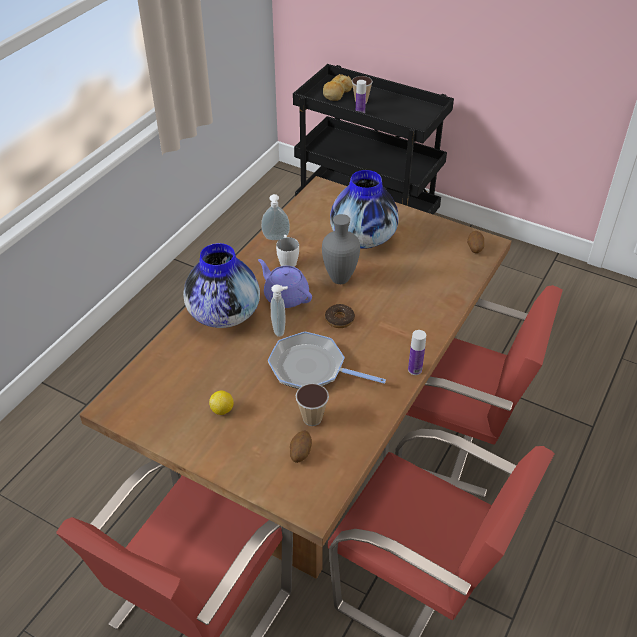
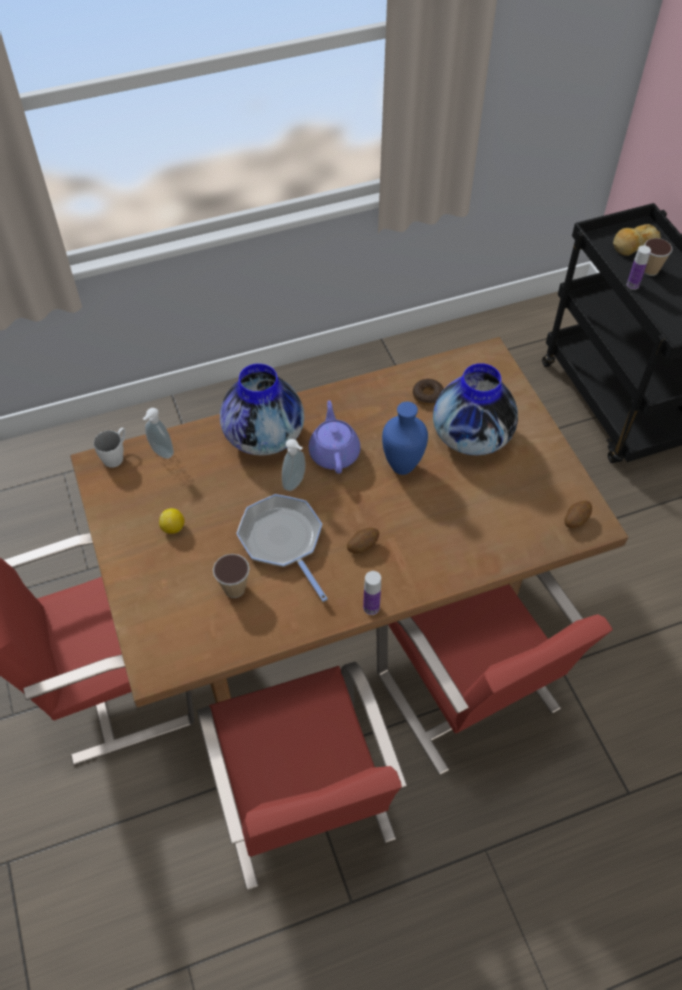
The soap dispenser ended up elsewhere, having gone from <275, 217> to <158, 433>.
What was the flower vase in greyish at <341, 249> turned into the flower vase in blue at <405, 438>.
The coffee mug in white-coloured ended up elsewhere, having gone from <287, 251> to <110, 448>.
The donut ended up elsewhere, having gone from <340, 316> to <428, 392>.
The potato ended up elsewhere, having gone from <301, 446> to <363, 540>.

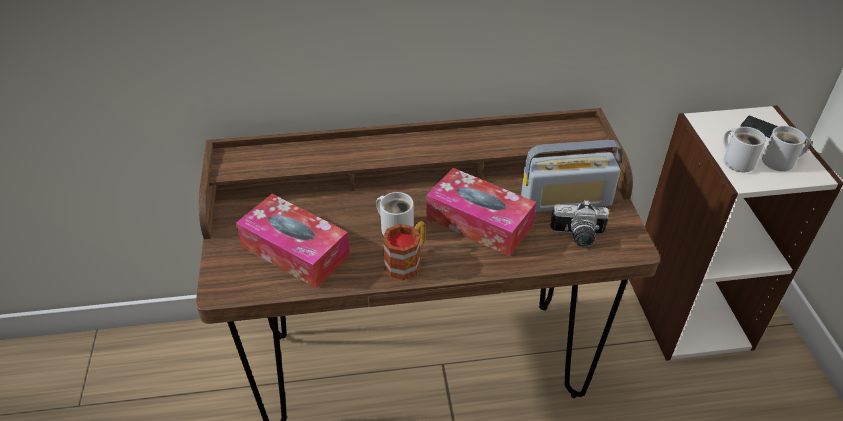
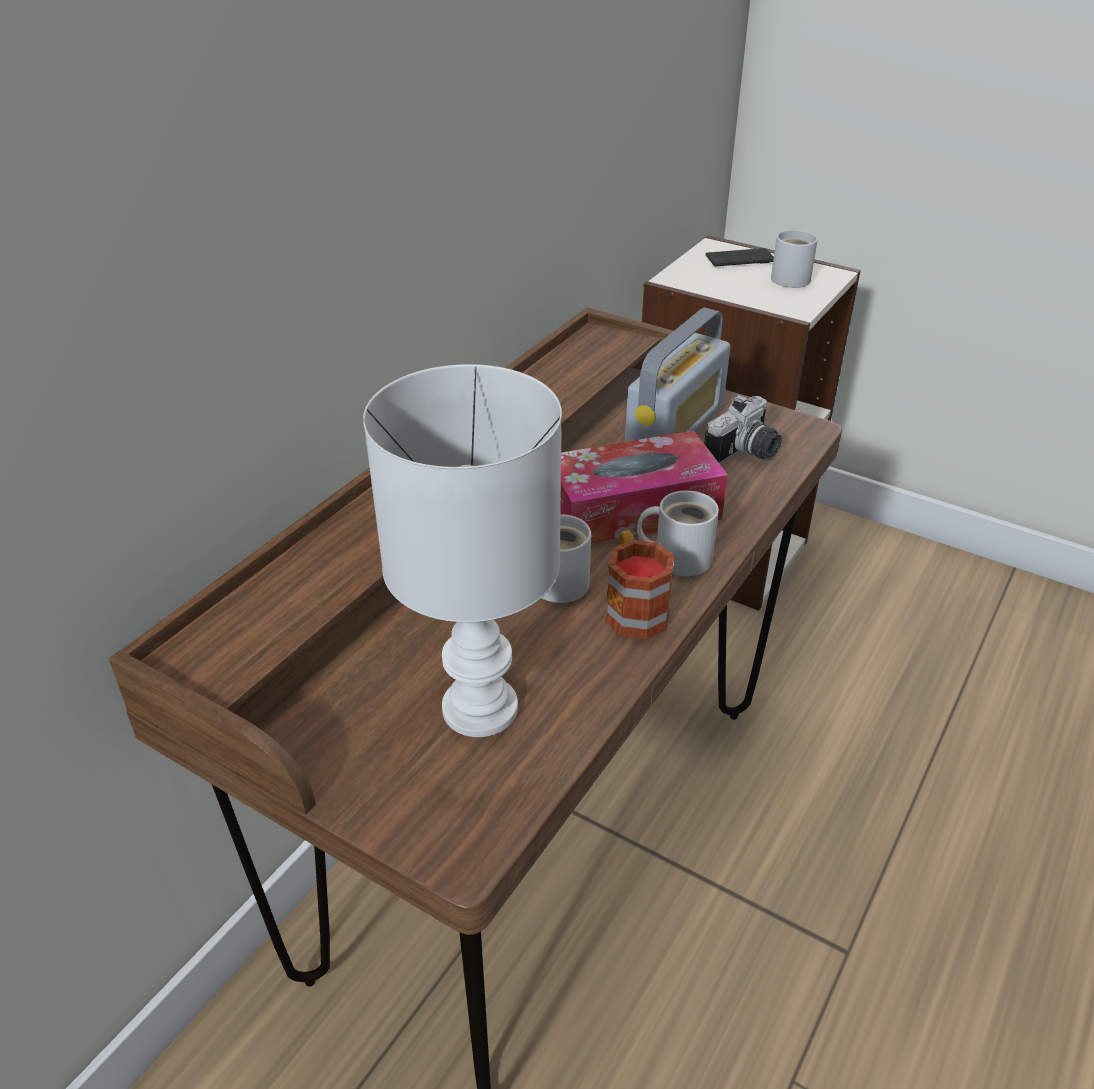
The coffee mug in white-coloured ended up elsewhere, having gone from <744, 149> to <678, 533>.
Where the box of tissues stood at <293, 241>, the lamp for a table in white-coloured came to stand at <462, 550>.

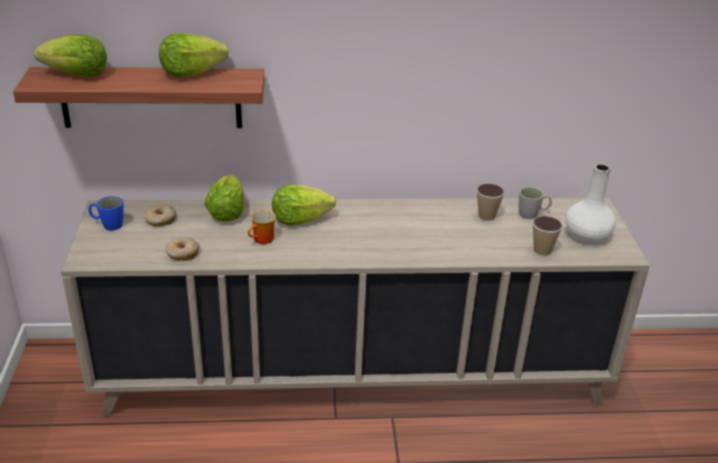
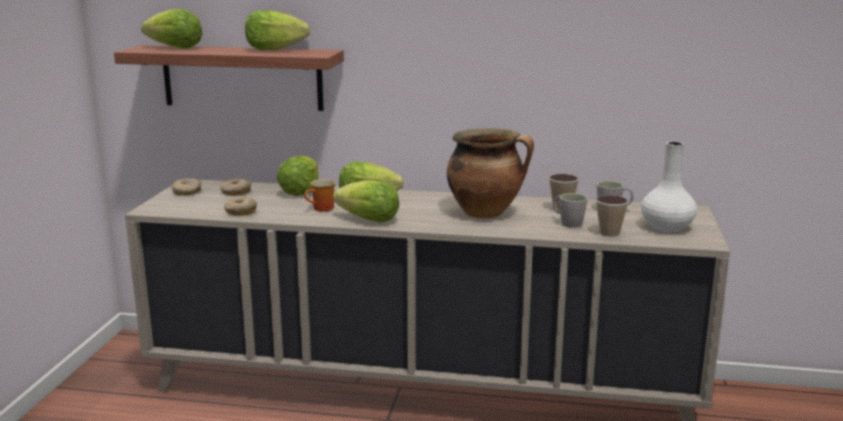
Where the coffee mug in blue stood at <106, 213>, the donut came to stand at <186, 186>.
The second view gained the saucepot at <490, 173>.
The second view gained the lettuce head at <366, 201>.
The second view gained the coffee mug in greyish at <570, 210>.

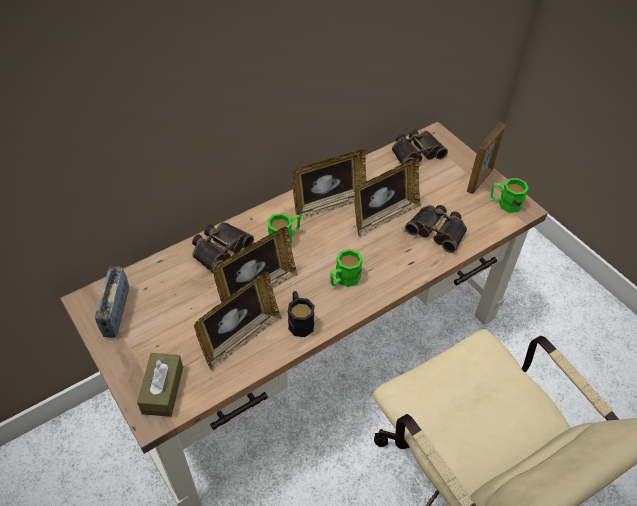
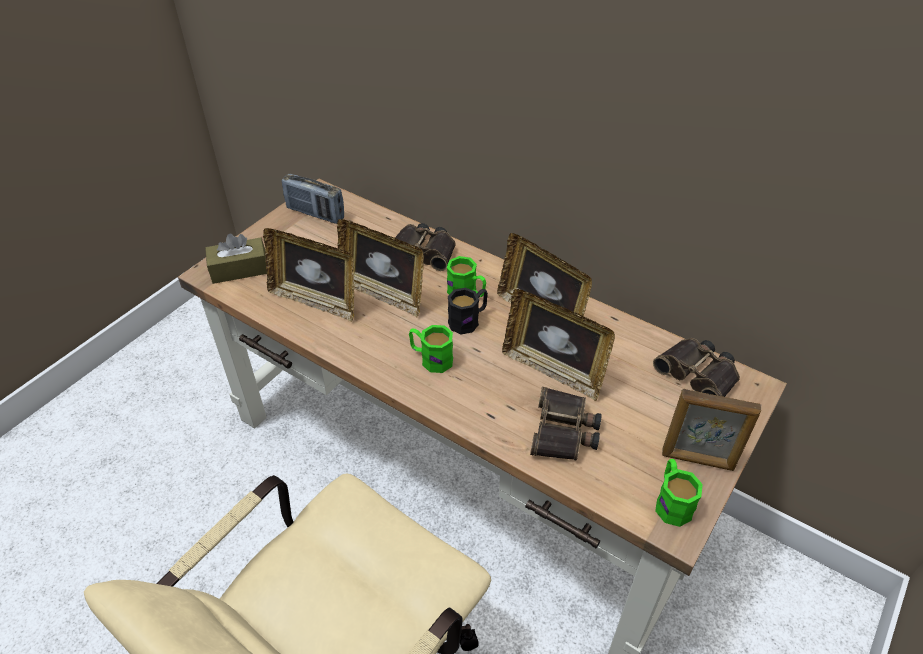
The radio at <112, 302> ended up facing another way, 135 degrees counterclockwise from before.
The coffee mug in black ended up elsewhere, having gone from <301, 314> to <468, 311>.

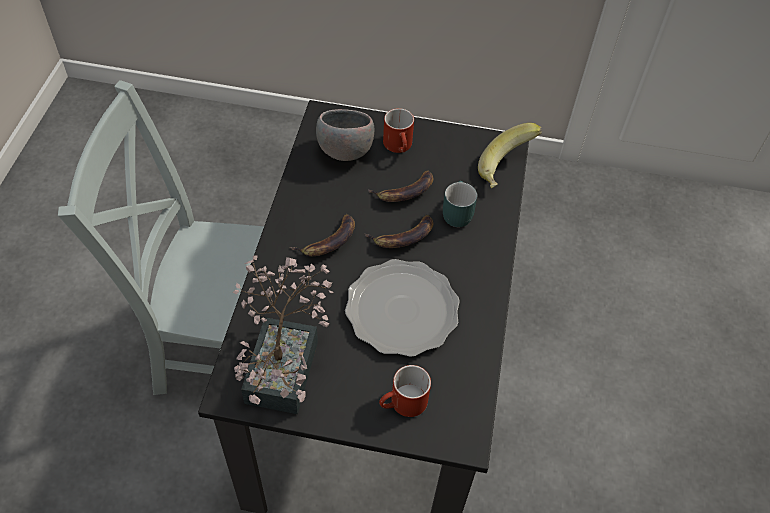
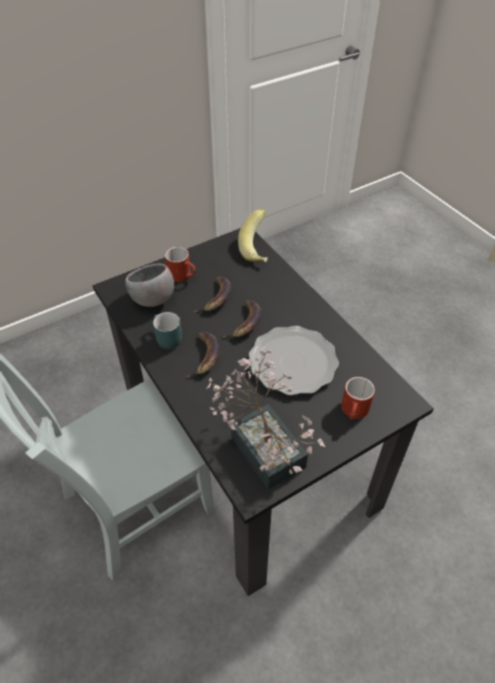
The coffee mug in blue-green ended up elsewhere, having gone from <460, 204> to <167, 330>.

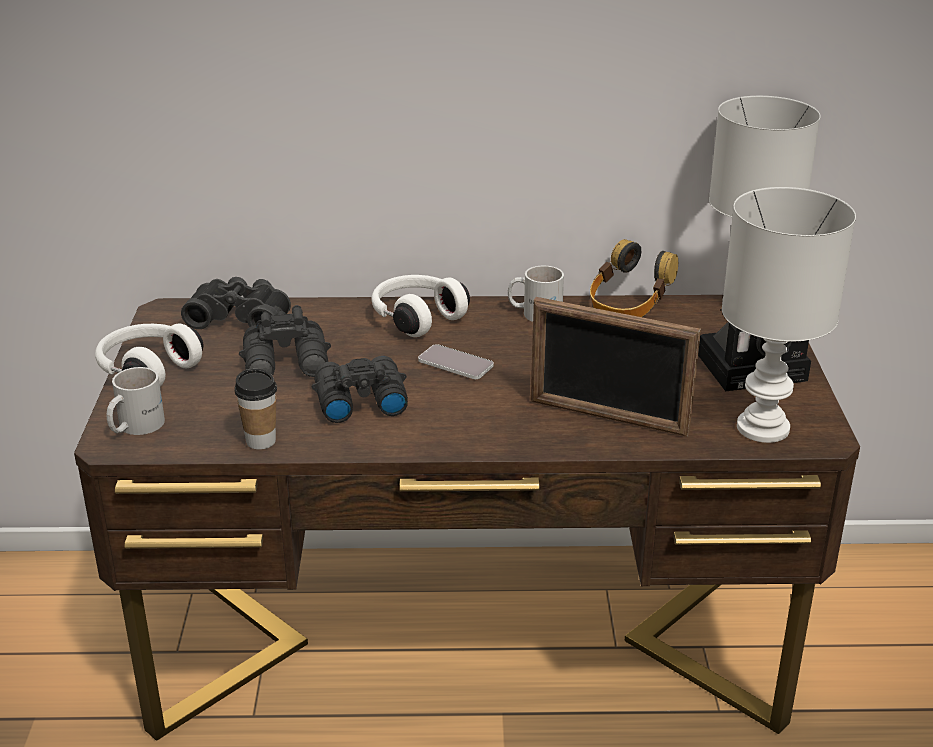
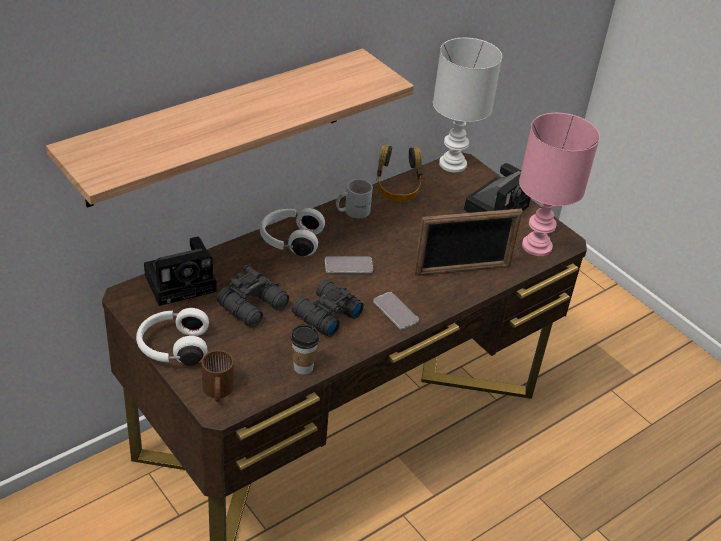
What was the lamp for a table in white-coloured at <789, 315> turned into the lamp for a table in pink-coloured at <559, 184>.
Where the binoculars in black stood at <236, 303>, the photo camera came to stand at <180, 271>.
What was the coffee mug in white-coloured at <135, 401> turned into the coffee mug in brownish at <217, 376>.
The second view gained the shelf at <230, 128>.
The second view gained the phone at <396, 311>.

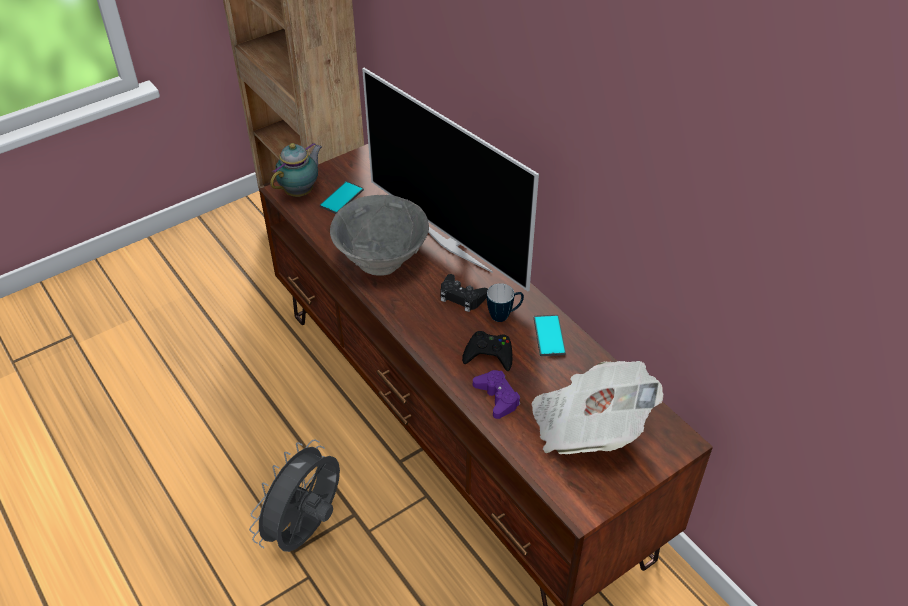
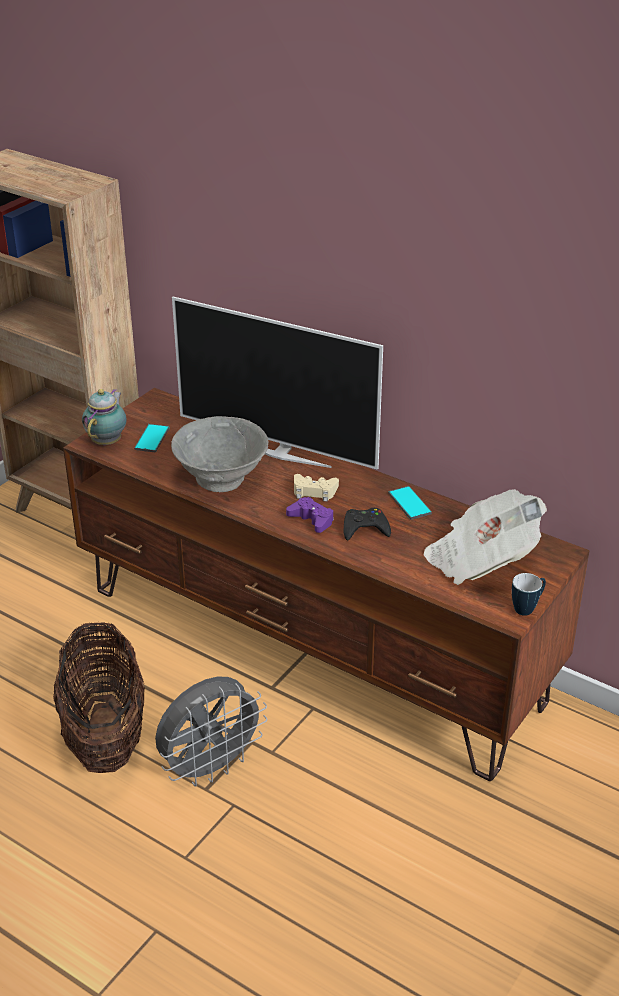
What was the game controller in black at <464, 293> turned into the game controller in beige-coloured at <316, 488>.
The coffee mug ended up elsewhere, having gone from <505, 302> to <529, 594>.
The game controller in purplish ended up elsewhere, having gone from <496, 394> to <310, 515>.
The fan in greyish at <294, 495> ended up facing another way, 135 degrees counterclockwise from before.
The second view gained the storage basket at <99, 697>.

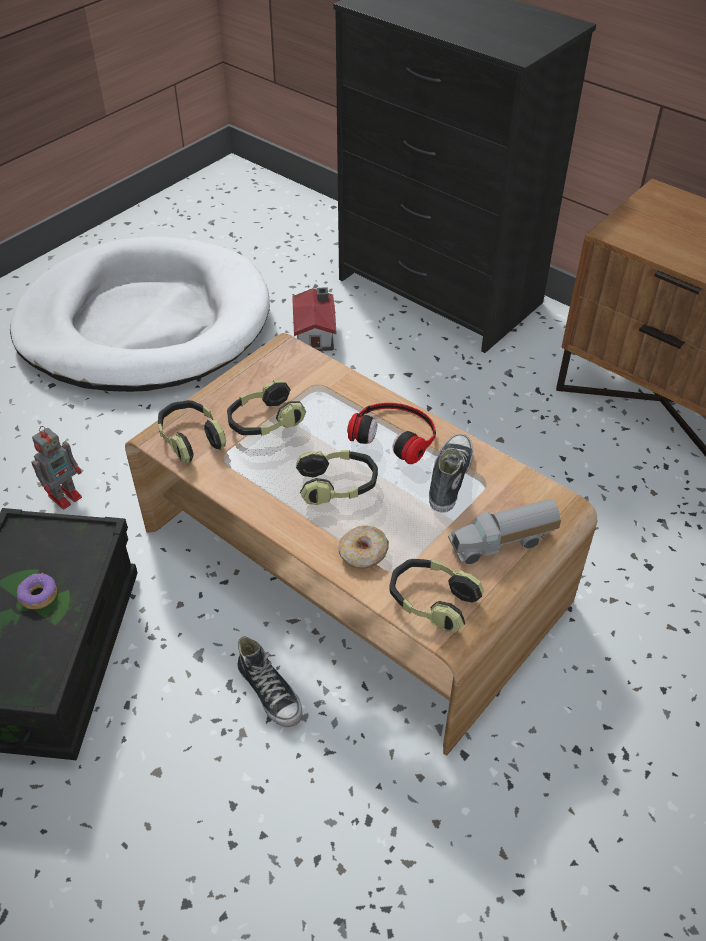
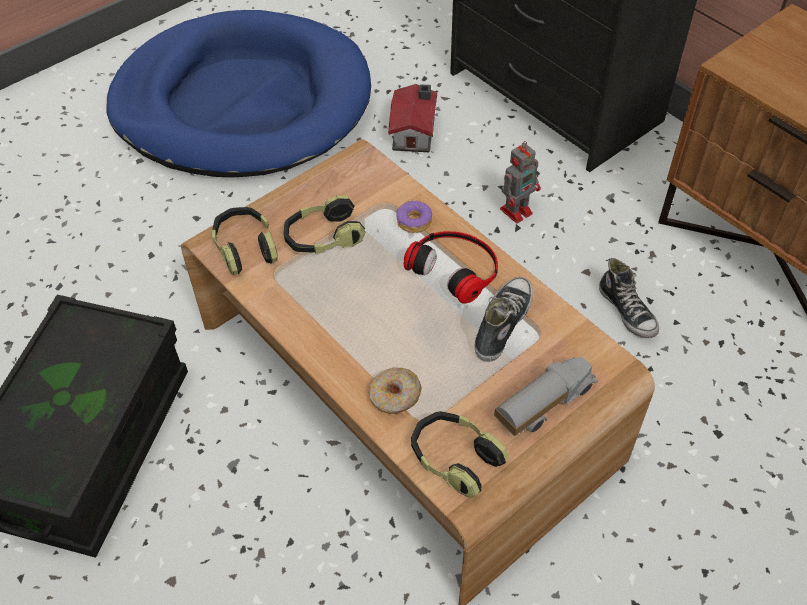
What was the dog bed in white-coloured at <140, 314> turned into the dog bed in blue at <239, 94>.
The toy robot ended up elsewhere, having gone from <57, 467> to <520, 182>.
The second view lost the pair of headphones at <337, 477>.
The model truck at <504, 531> ended up facing another way, 150 degrees clockwise from before.
The donut ended up elsewhere, having gone from <37, 591> to <414, 216>.
The item of footwear ended up elsewhere, having gone from <269, 681> to <629, 298>.

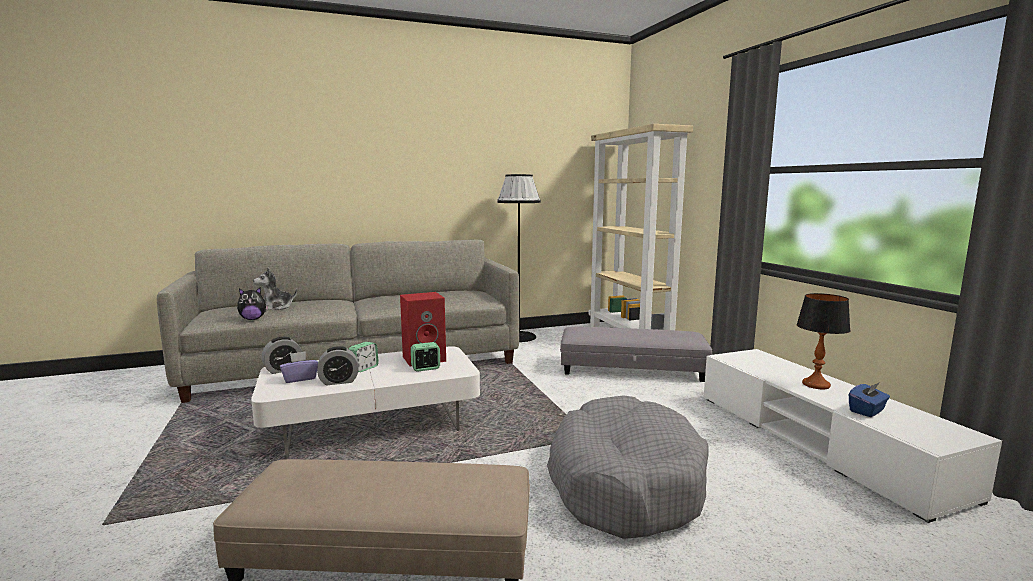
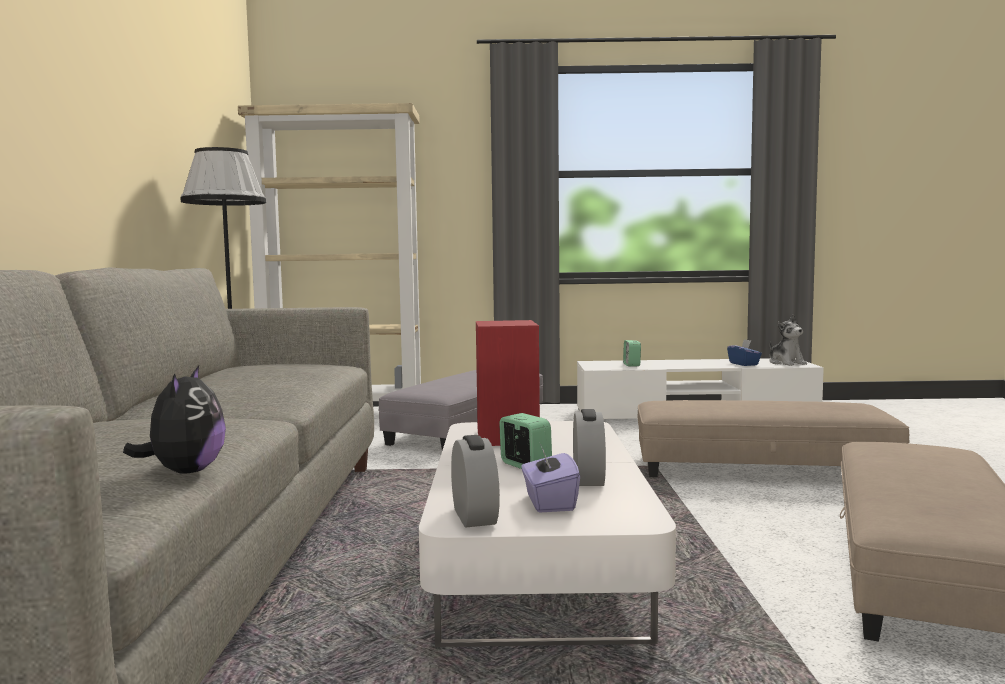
The soft toy ended up elsewhere, having gone from <275, 289> to <788, 340>.
The second view lost the lamp for a table at <823, 341>.
The bedside clock ended up elsewhere, having gone from <425, 357> to <632, 353>.
Where the dog bed in greyish stood at <628, 467>, the footrest in beige-coloured came to stand at <773, 438>.

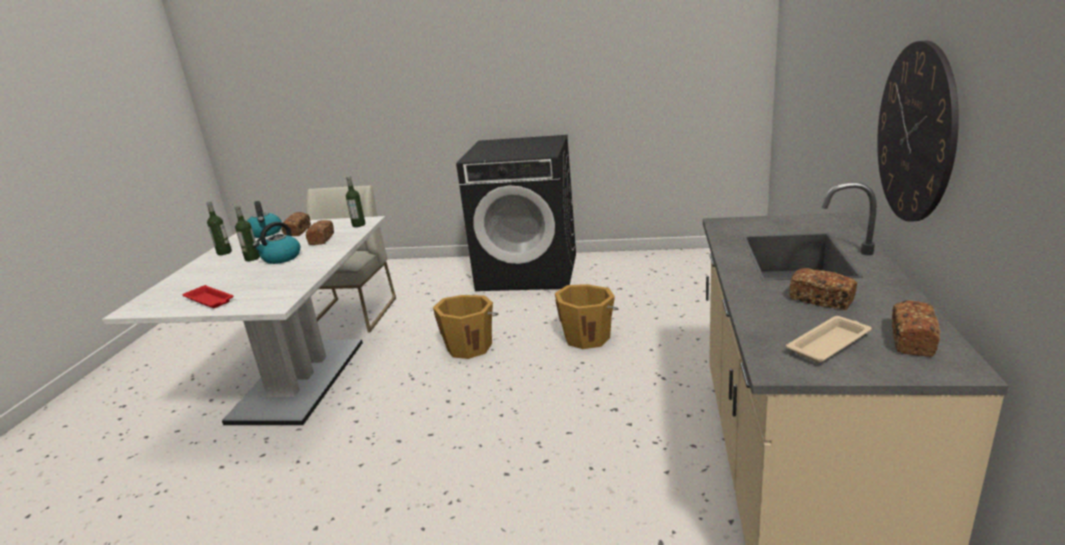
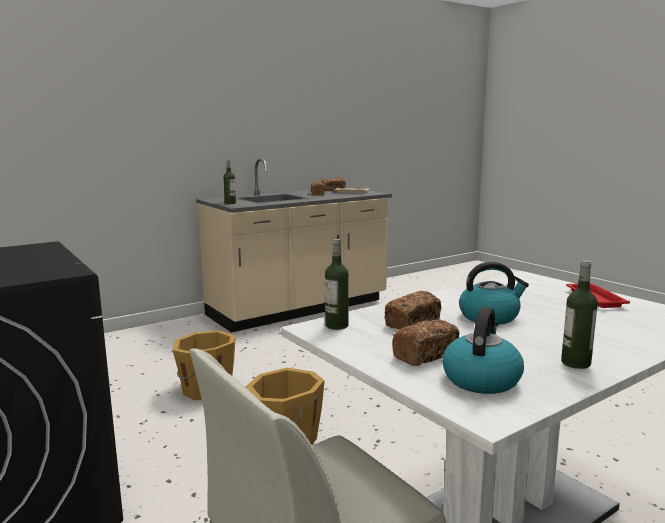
The second view lost the clock on the wall at <918, 131>.
The beverage bottle ended up elsewhere, having gone from <247, 233> to <229, 182>.

